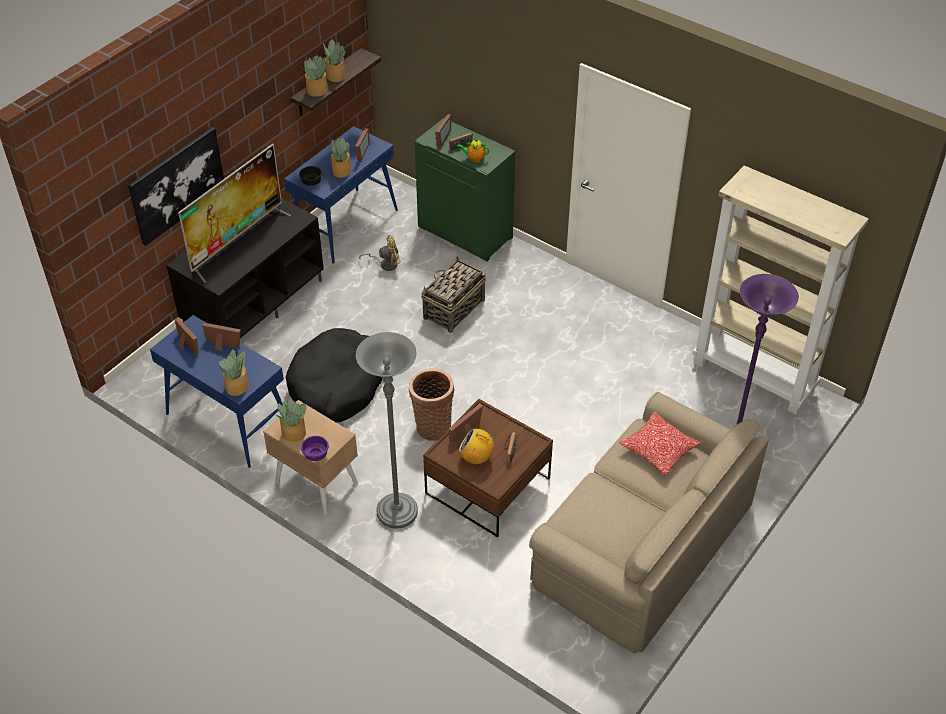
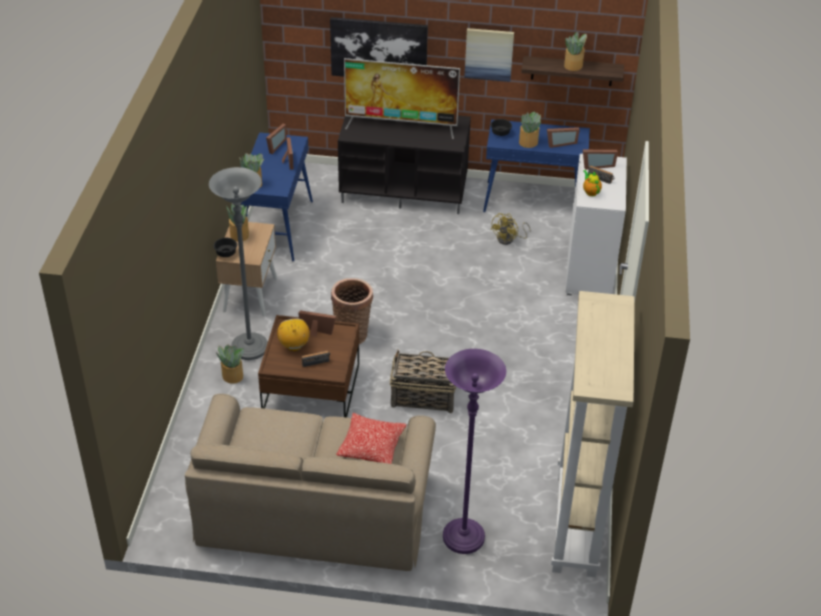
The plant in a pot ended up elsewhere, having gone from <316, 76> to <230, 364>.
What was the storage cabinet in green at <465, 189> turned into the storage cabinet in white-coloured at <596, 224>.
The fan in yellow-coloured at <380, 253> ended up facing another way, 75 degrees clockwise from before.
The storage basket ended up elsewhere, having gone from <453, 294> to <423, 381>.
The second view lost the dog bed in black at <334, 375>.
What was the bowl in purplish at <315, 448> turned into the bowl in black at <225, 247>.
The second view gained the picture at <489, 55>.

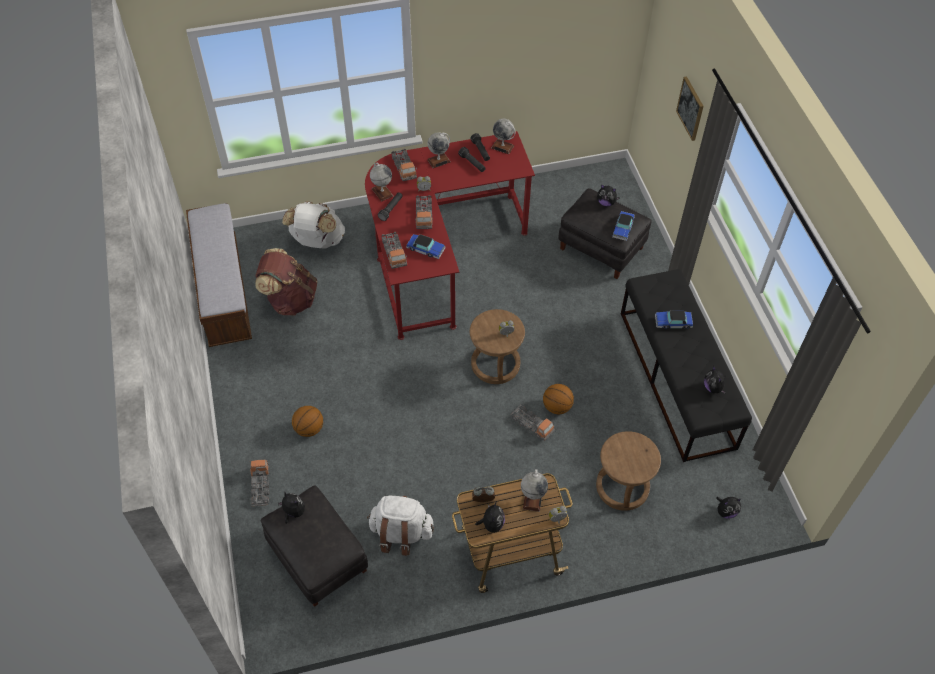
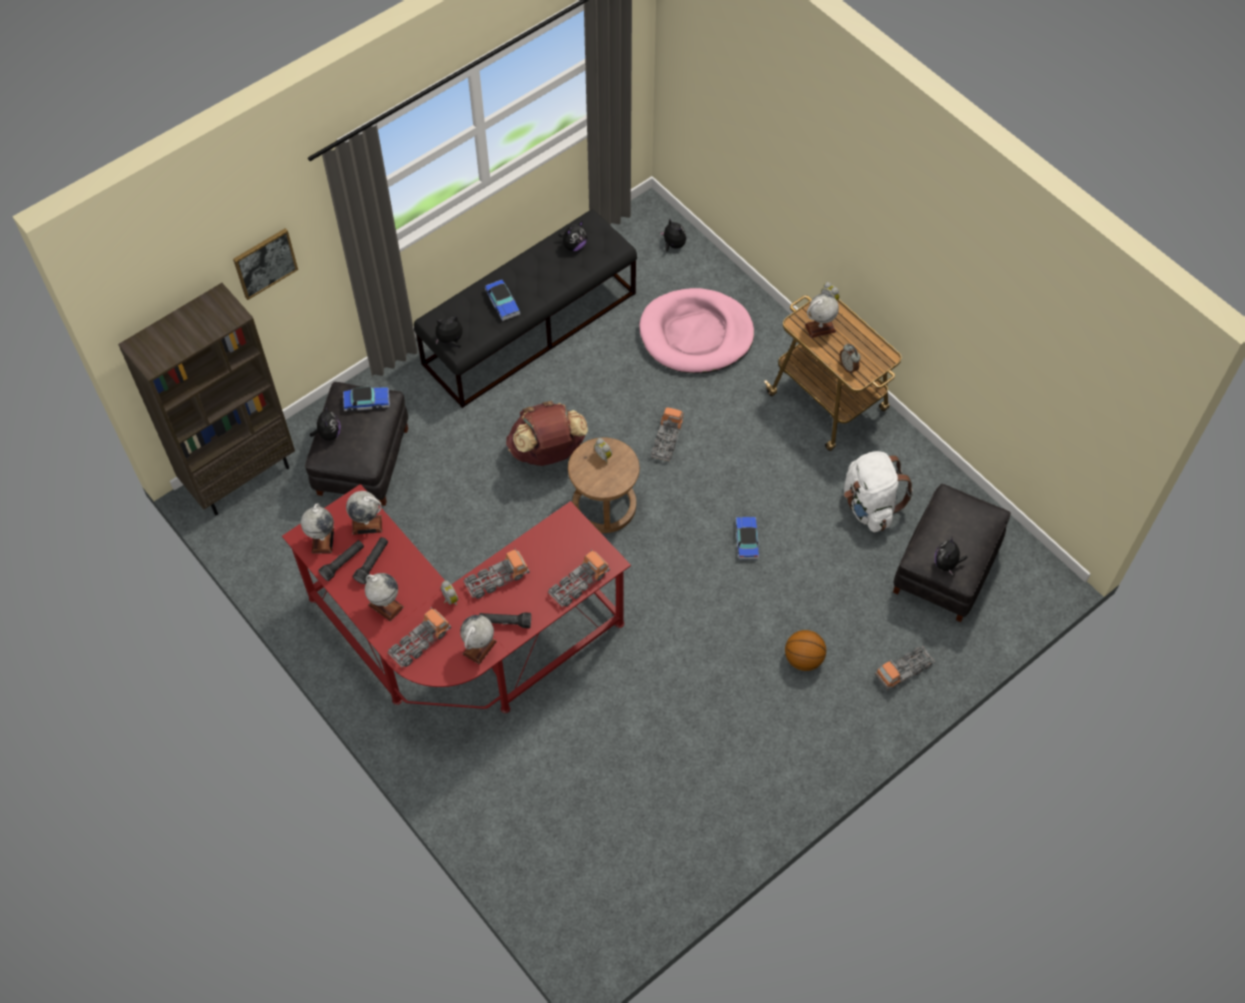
The second view lost the rucksack in white-coloured at <313, 225>.
The second view lost the bench at <219, 275>.
The model car ended up elsewhere, having gone from <425, 246> to <747, 538>.
The rucksack in brownish ended up elsewhere, having gone from <286, 282> to <547, 433>.
The second view lost the basketball at <558, 399>.
Where the sitting stool in brownish stood at <628, 471>, the dog bed in pink-coloured came to stand at <696, 330>.
The soft toy ended up elsewhere, having gone from <490, 517> to <449, 332>.
The second view gained the bookcase in brownish at <206, 399>.
The second view gained the world globe at <364, 513>.

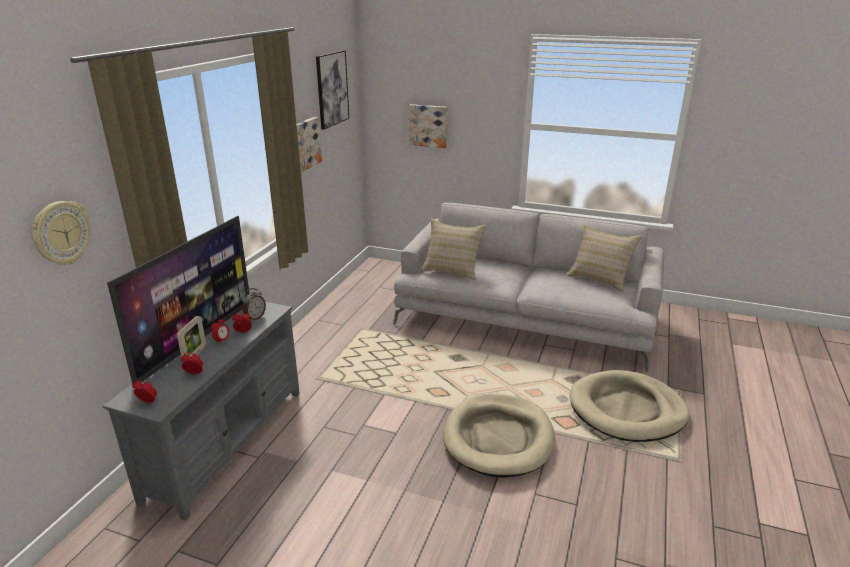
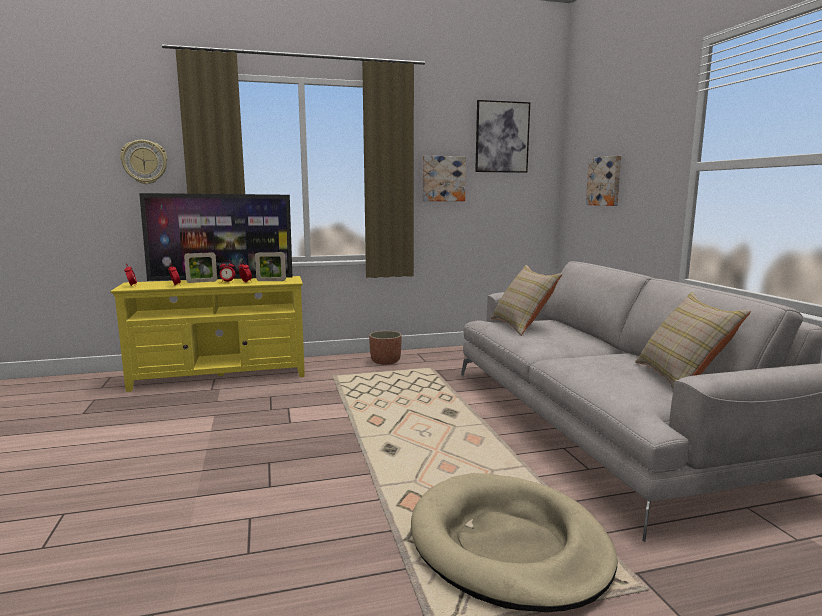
Where the bedside clock stood at <254, 304>, the standing frame came to stand at <270, 266>.
What was the tv unit in greyish at <201, 411> turned into the tv unit in yellow-coloured at <207, 334>.
The second view lost the dog bed in beige-coloured at <499, 436>.
The second view gained the plant pot at <385, 348>.

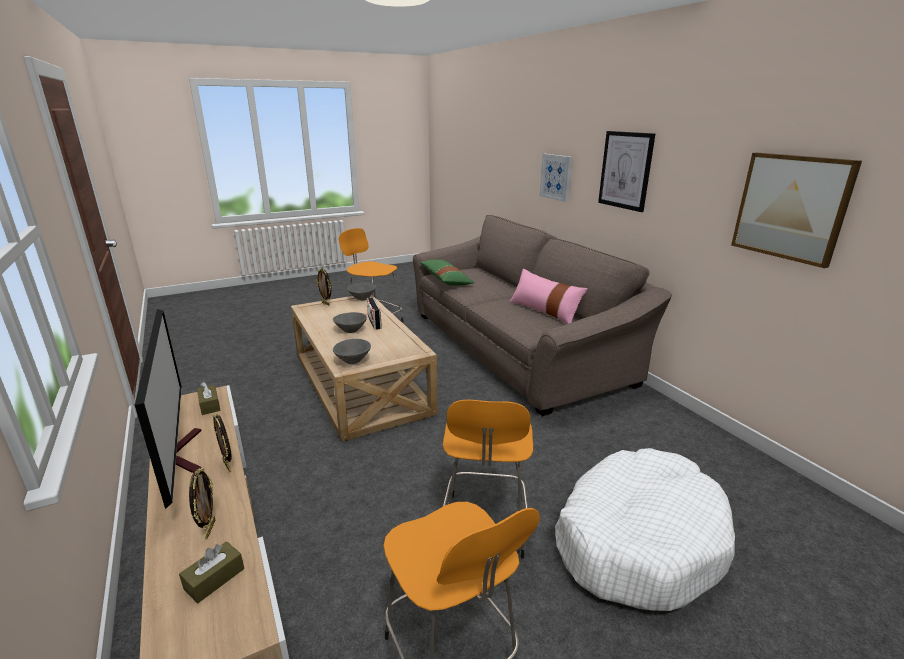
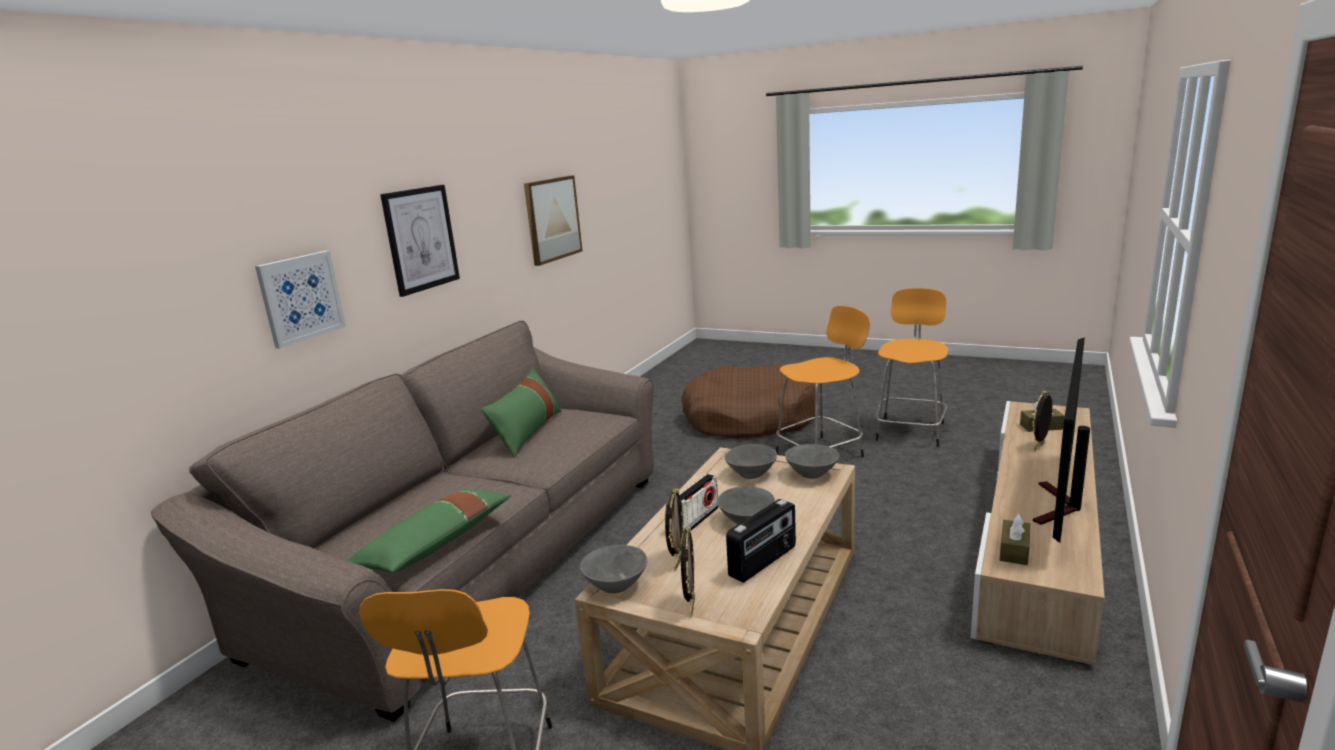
What was the throw pillow in pink-coloured at <549, 296> turned into the throw pillow in green at <521, 412>.
The standing frame ended up elsewhere, having gone from <222, 442> to <674, 529>.
What was the dog bed in white-coloured at <645, 529> turned into the dog bed in brownish at <748, 401>.
The second view gained the bowl in greyish at <751, 461>.
The second view gained the radio at <761, 541>.

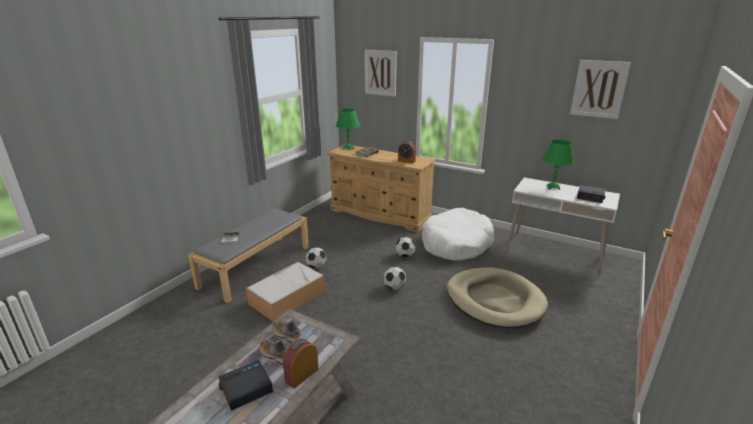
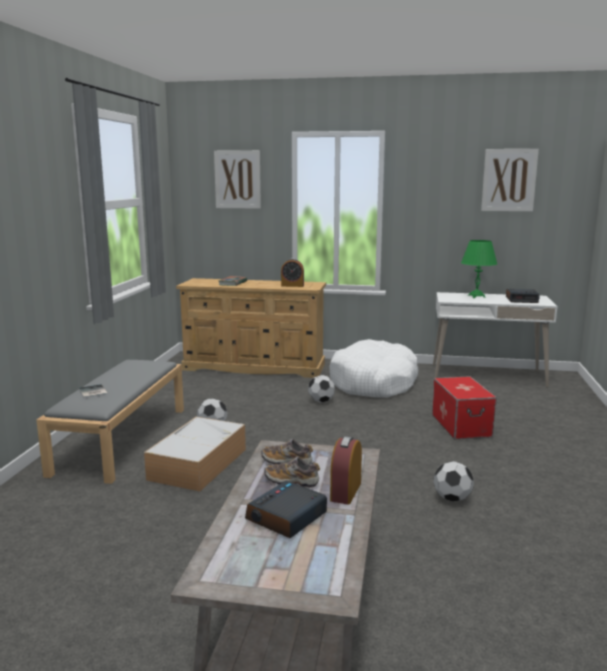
The second view lost the lamp for a table in green at <348, 129>.
The football ended up elsewhere, having gone from <395, 278> to <454, 481>.
Where the dog bed in beige-coloured stood at <497, 297>, the storage bin came to stand at <464, 407>.

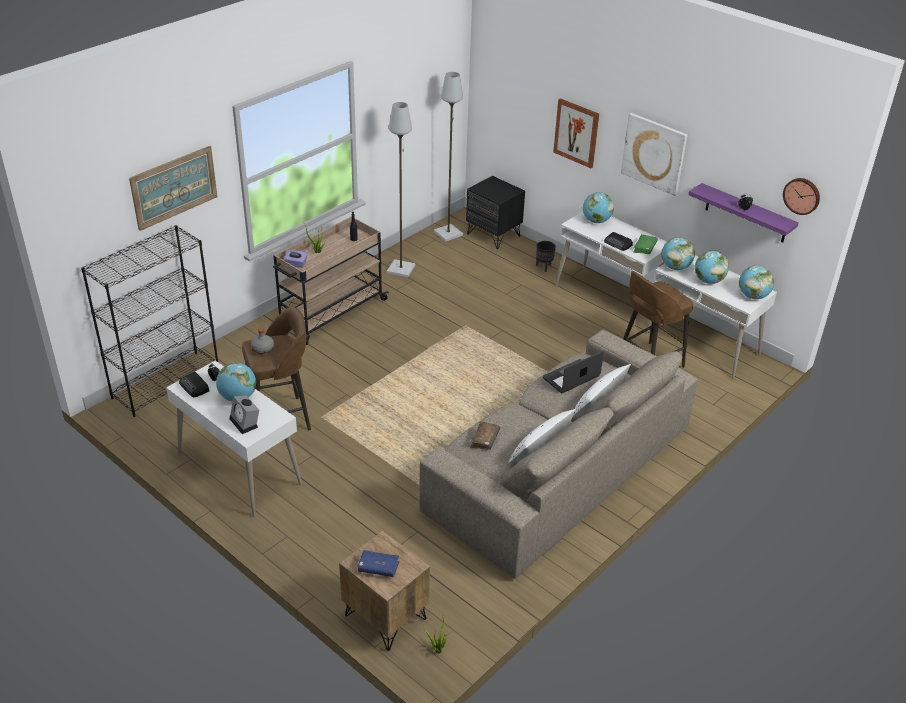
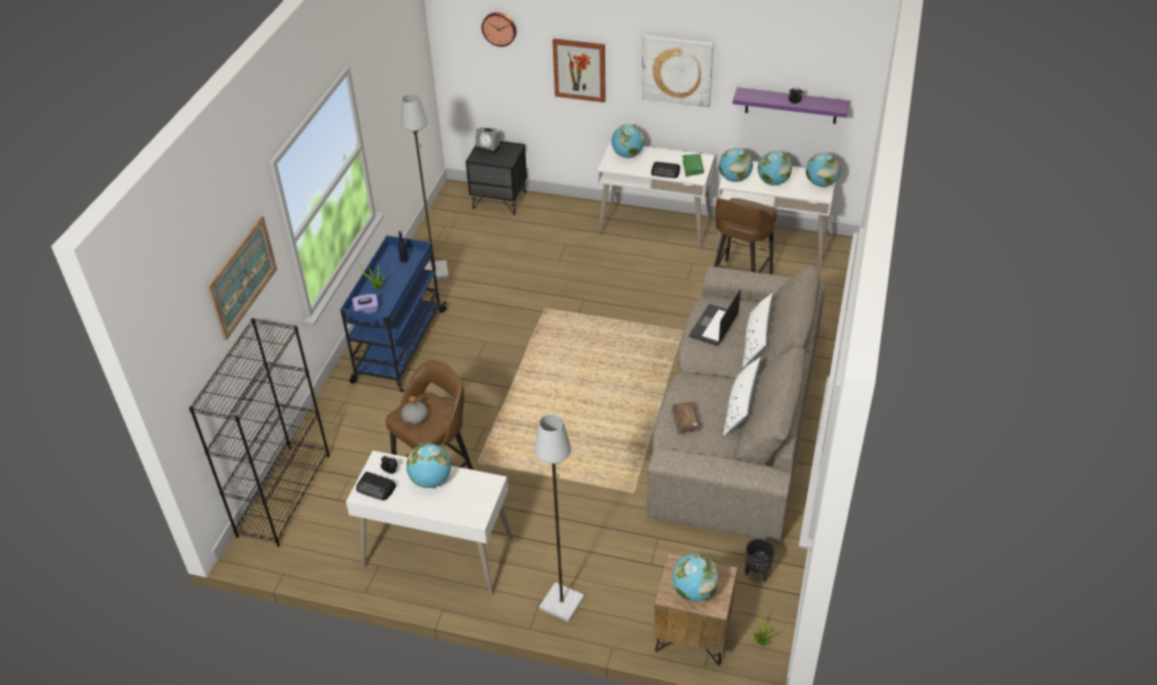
The floor lamp in greyish ended up elsewhere, having gone from <448, 157> to <559, 518>.
The clock on the wall ended up elsewhere, having gone from <801, 196> to <499, 29>.
What was the wheeled cart in beige-coloured at <331, 280> turned into the wheeled cart in blue at <393, 313>.
The plant pot in black ended up elsewhere, having gone from <546, 256> to <760, 560>.
The bedside clock ended up elsewhere, having gone from <244, 414> to <488, 141>.
Where the bound book in blue stood at <378, 563>, the world globe came to stand at <695, 577>.

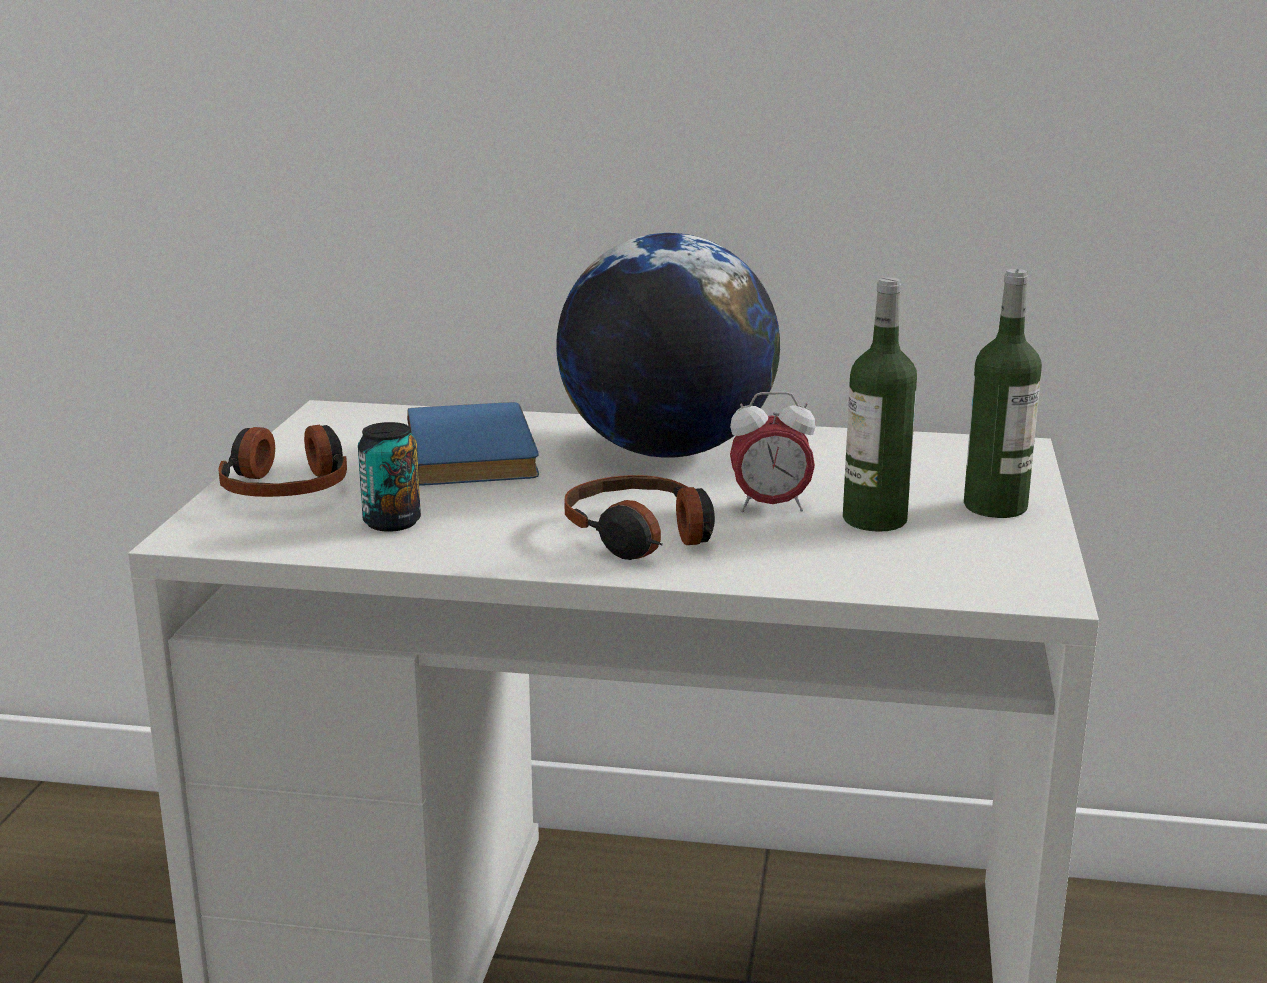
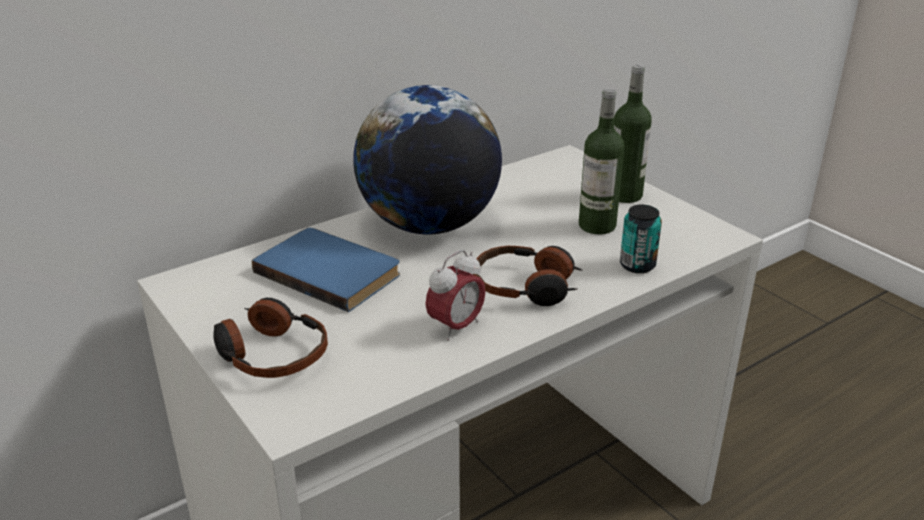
The bedside clock ended up elsewhere, having gone from <773, 452> to <455, 295>.
The metal can ended up elsewhere, having gone from <389, 477> to <641, 239>.

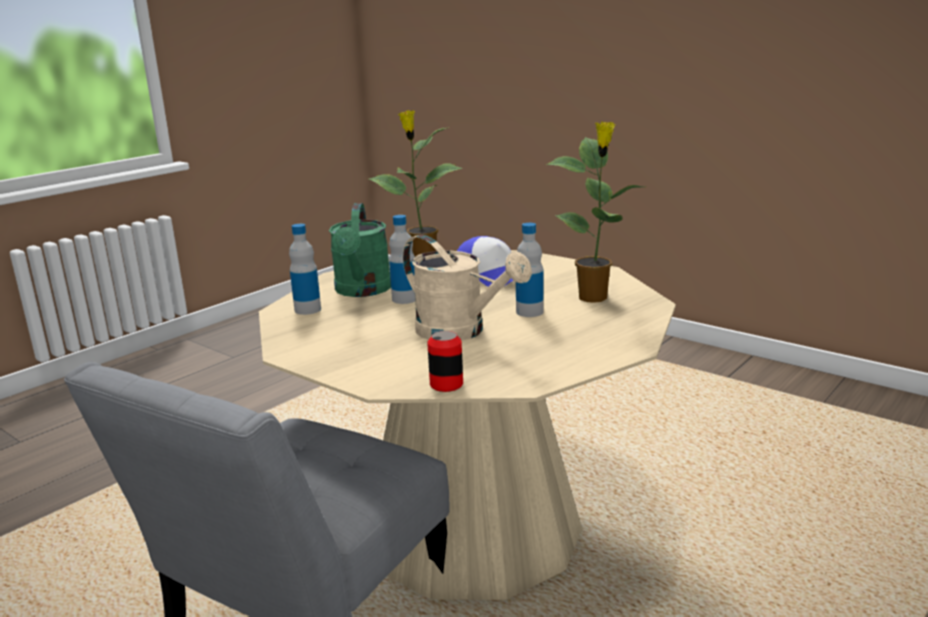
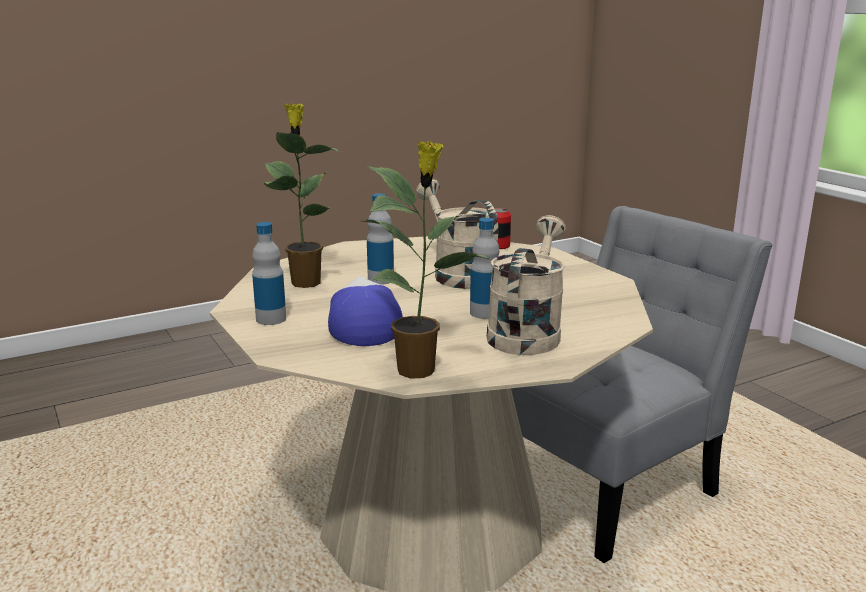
What was the watering pot in green at <360, 250> turned into the watering pot in beige-coloured at <526, 285>.
The beverage bottle ended up elsewhere, having gone from <305, 269> to <269, 273>.

